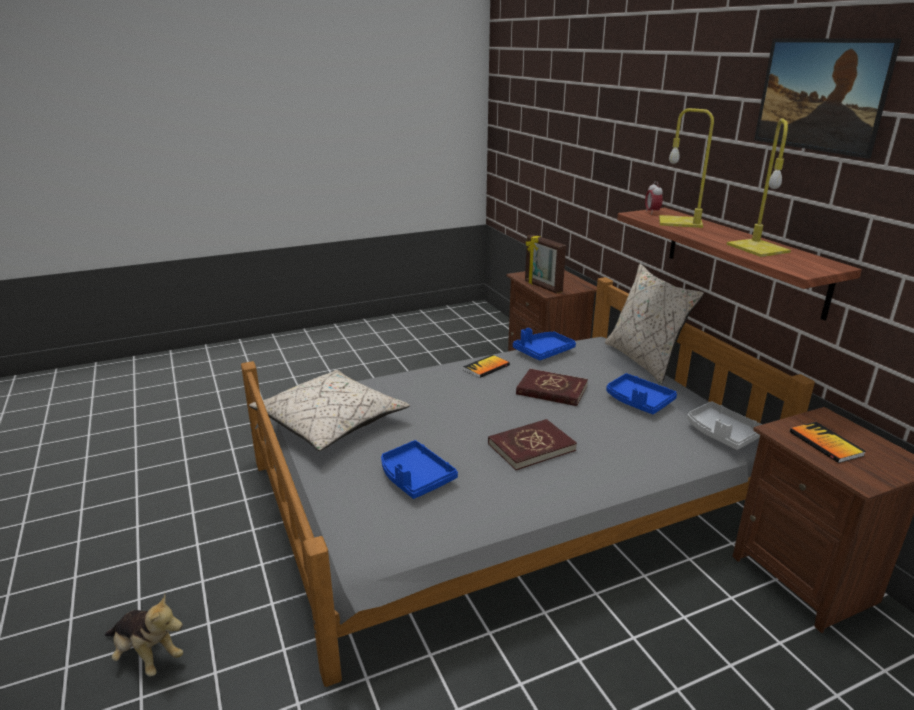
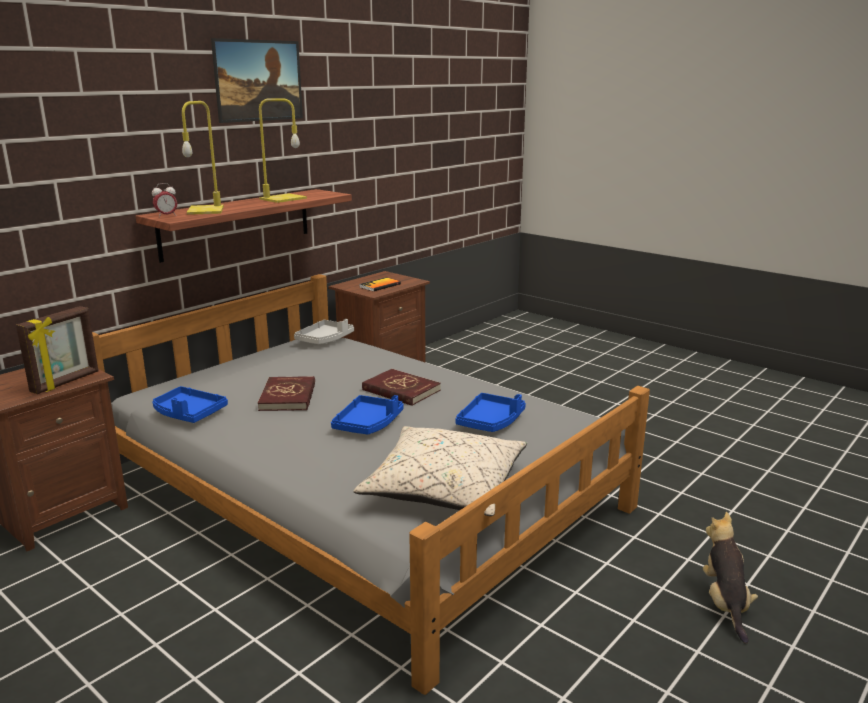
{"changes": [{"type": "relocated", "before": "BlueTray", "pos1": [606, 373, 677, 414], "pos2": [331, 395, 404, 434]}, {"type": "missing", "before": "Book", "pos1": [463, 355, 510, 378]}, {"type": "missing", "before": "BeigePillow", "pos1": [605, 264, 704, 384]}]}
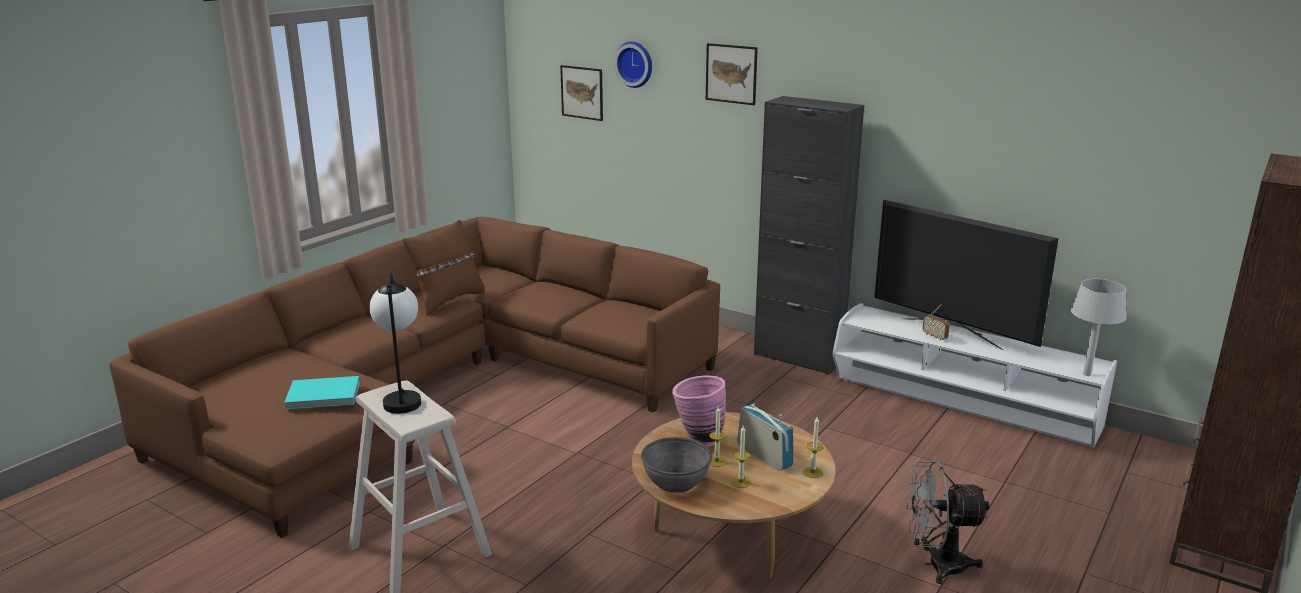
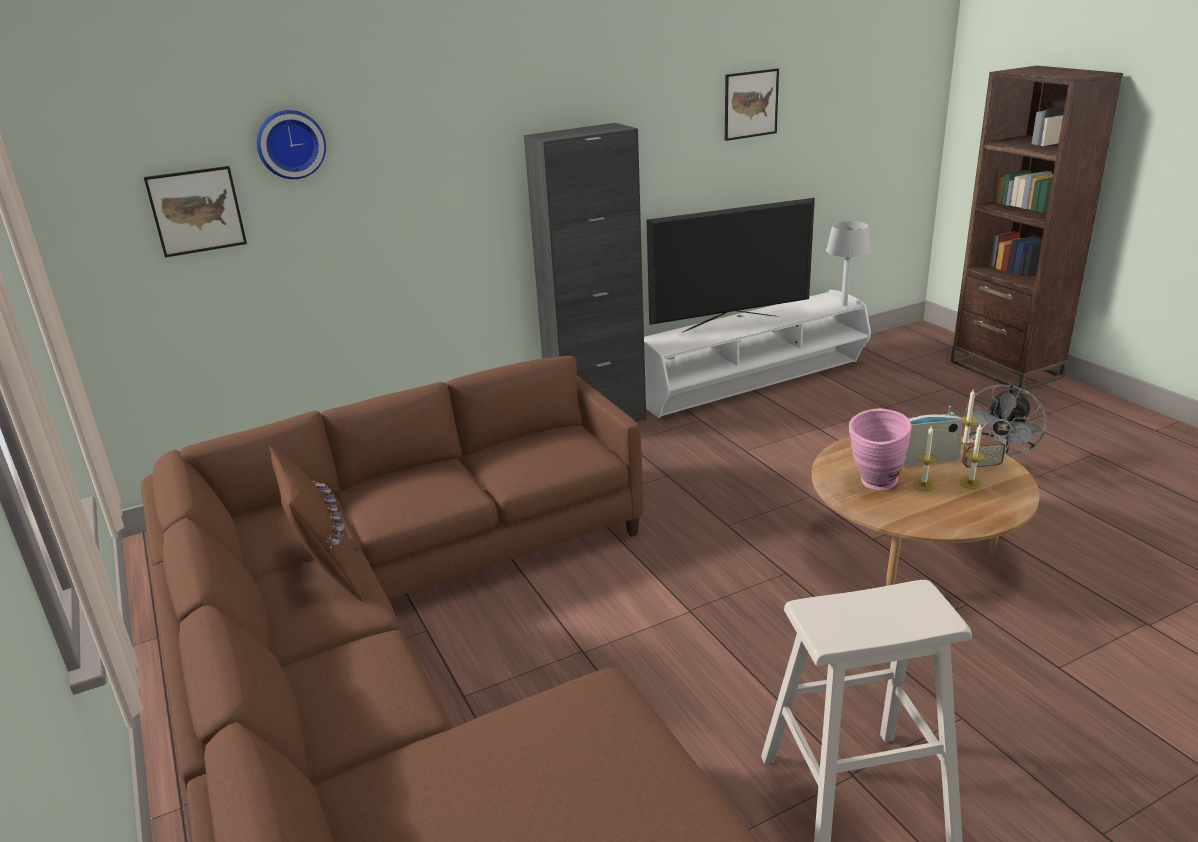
{"changes": [{"type": "relocated", "before": "Picture", "pos1": [706, 43, 758, 105], "pos2": [725, 68, 779, 141]}, {"type": "relocated", "before": "Radio", "pos1": [922, 304, 950, 341], "pos2": [962, 423, 1006, 468]}, {"type": "missing", "before": "TurquoiseBook", "pos1": [284, 376, 360, 410]}, {"type": "missing", "before": "TableLamp", "pos1": [369, 272, 421, 414]}, {"type": "missing", "before": "GreyBowl", "pos1": [641, 437, 712, 493]}]}
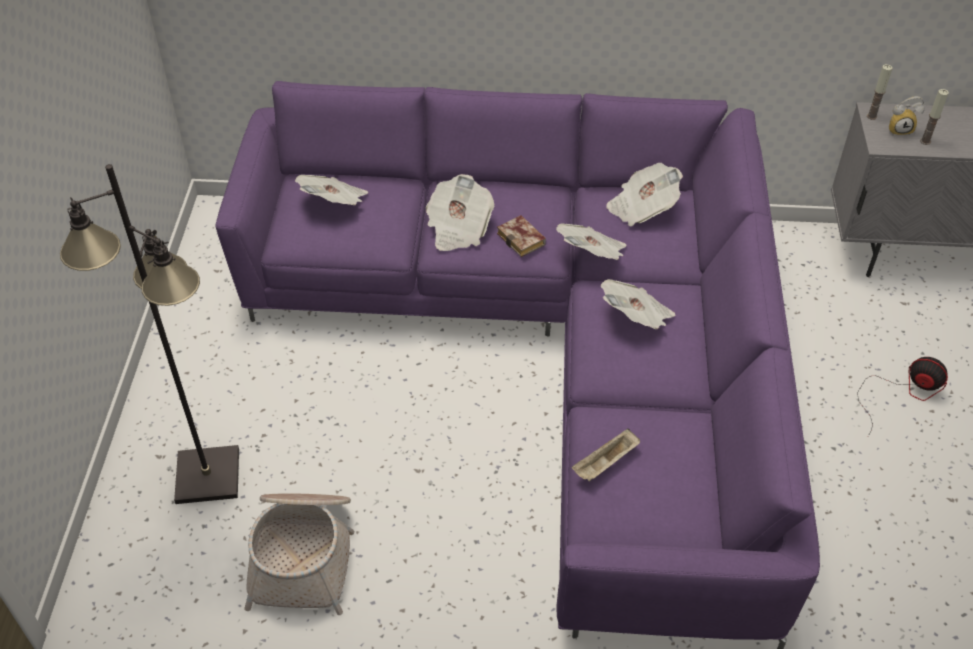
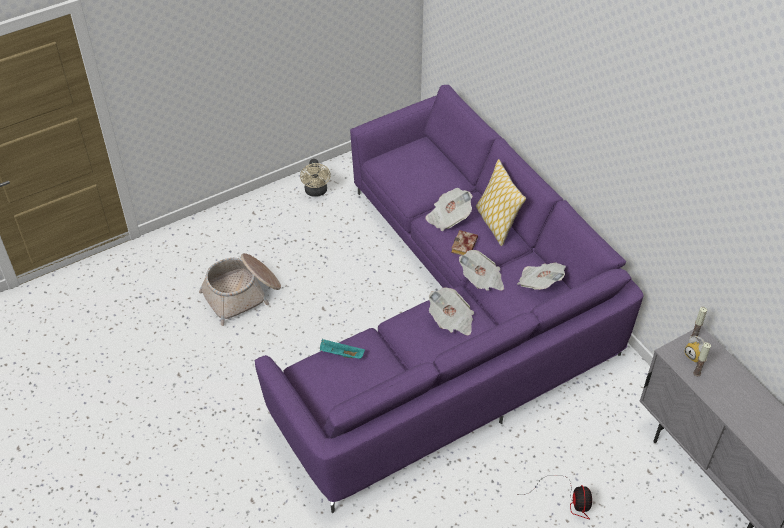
{"changes": [{"type": "appeared", "after": "BeigeFan", "pos2": [300, 159, 331, 197]}, {"type": "colour", "before": "BeigeTray", "after": "TurquoiseTray", "pos1": [572, 428, 640, 482], "pos2": [320, 339, 365, 359]}, {"type": "appeared", "after": "Pillow", "pos2": [476, 159, 526, 246]}, {"type": "missing", "before": "BlackFloorLamp", "pos1": [60, 164, 239, 504]}, {"type": "missing", "before": "Newspaper", "pos1": [295, 175, 368, 205]}]}
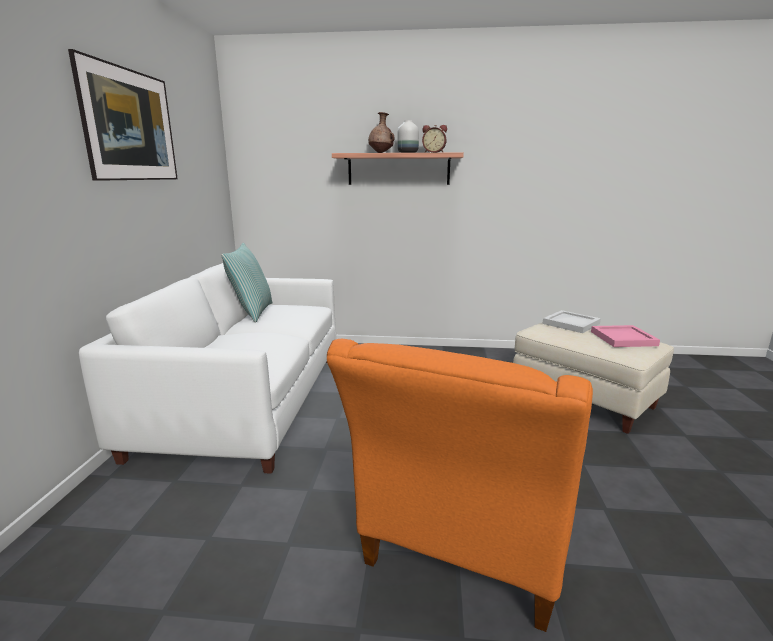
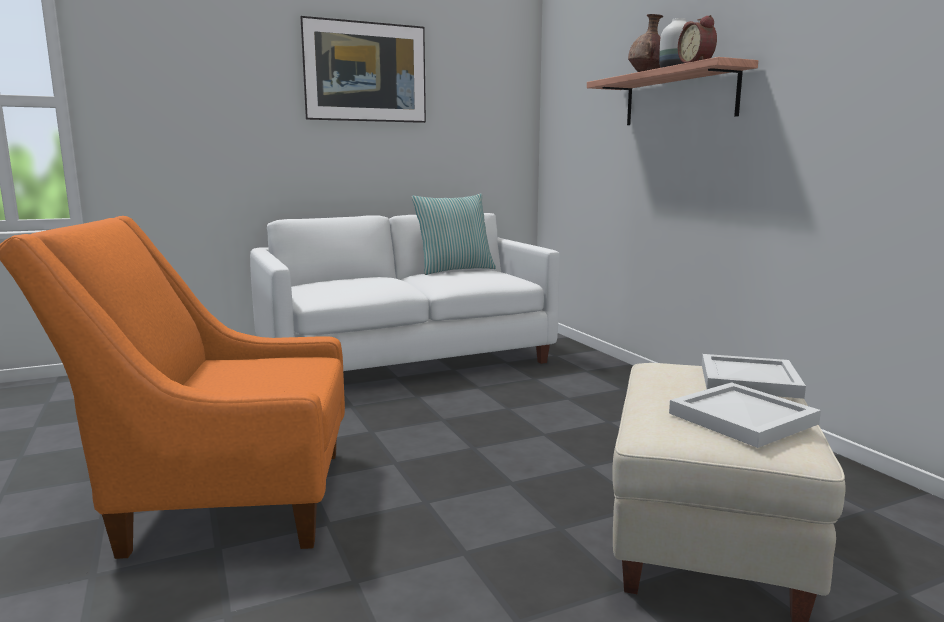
{"changes": [{"type": "colour", "before": "PinkTray", "after": "WhiteTray", "pos1": [591, 325, 660, 347], "pos2": [669, 382, 821, 448]}]}
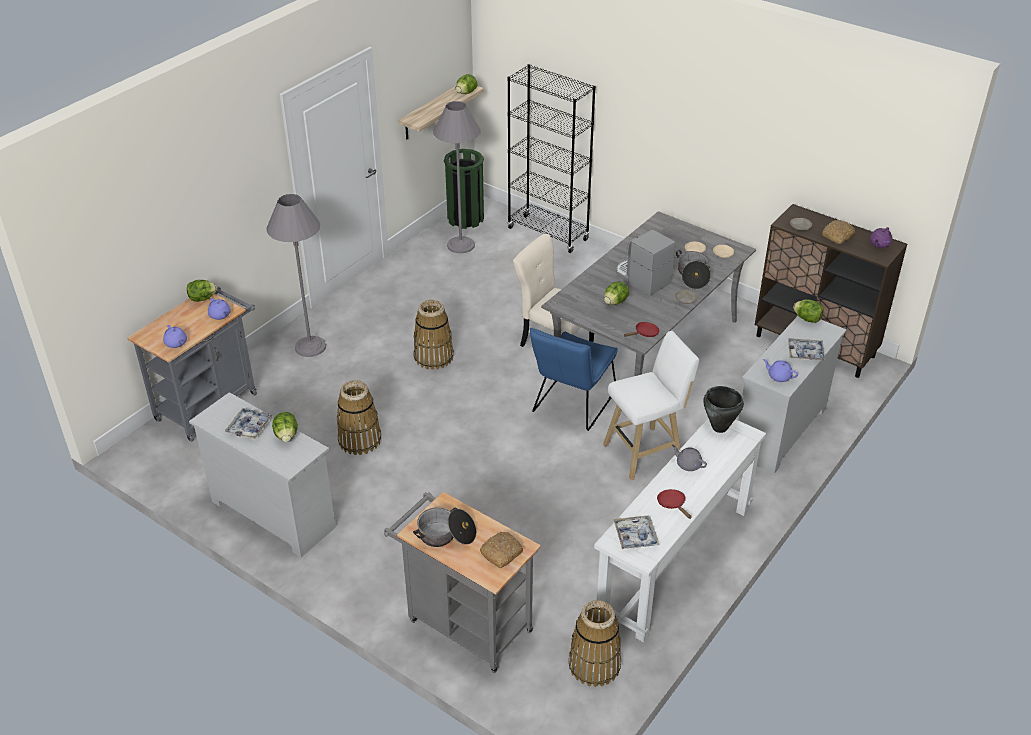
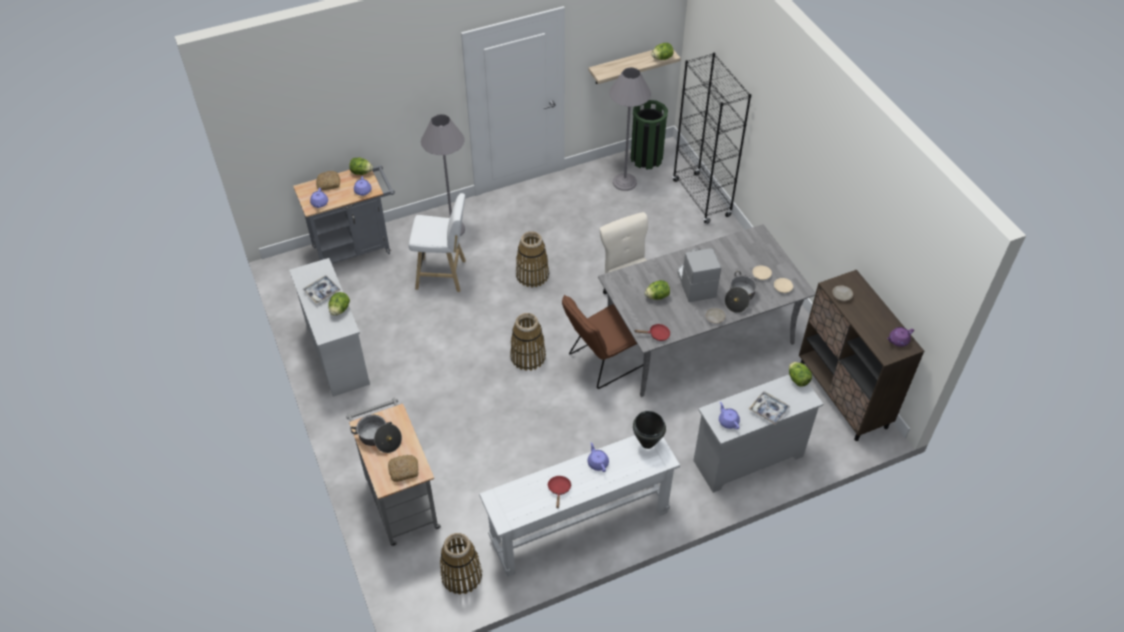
{"changes": [{"type": "relocated", "before": "Bread", "pos1": [822, 220, 855, 244], "pos2": [316, 171, 340, 190]}, {"type": "relocated", "before": "WhiteStool", "pos1": [603, 331, 699, 480], "pos2": [409, 193, 466, 292]}, {"type": "relocated", "before": "Basket", "pos1": [337, 380, 381, 455], "pos2": [510, 313, 546, 371]}, {"type": "colour", "before": "BlueChair", "after": "BrownChair", "pos1": [530, 328, 618, 431], "pos2": [562, 295, 643, 389]}, {"type": "colour", "before": "GreyTeapot", "after": "PurpleTeapot", "pos1": [672, 445, 707, 471], "pos2": [588, 442, 609, 472]}, {"type": "missing", "before": "Tray", "pos1": [613, 516, 659, 549]}]}
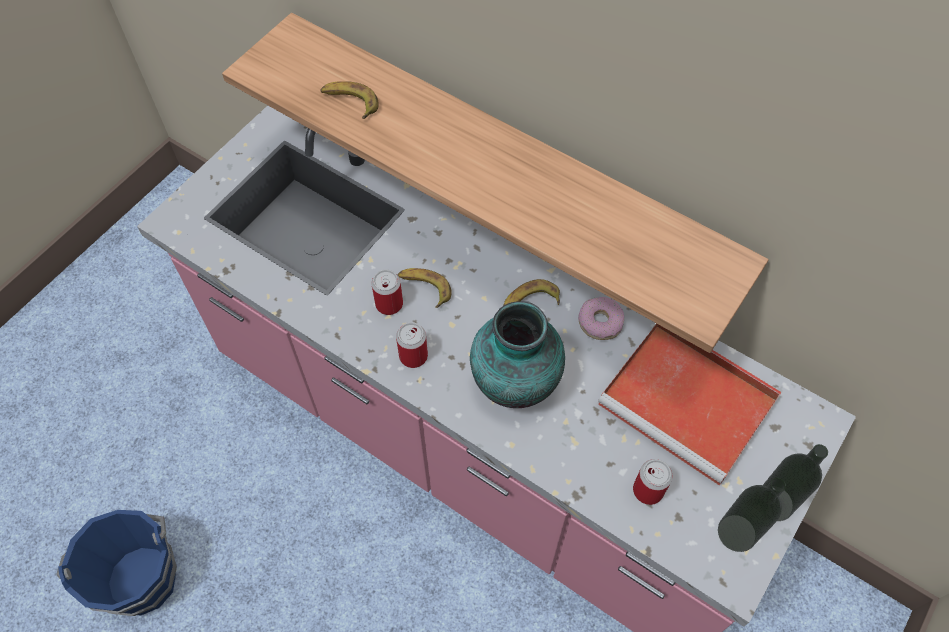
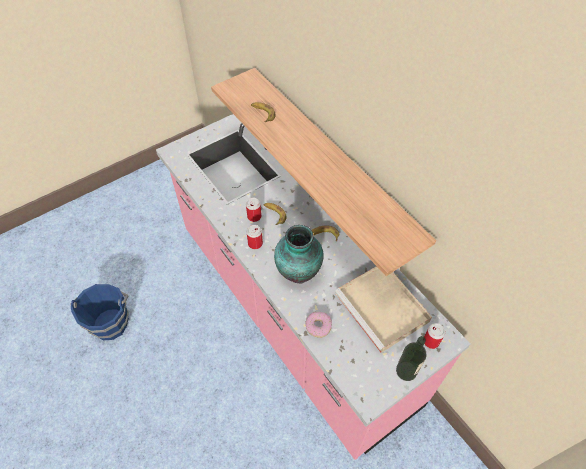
{"changes": [{"type": "relocated", "before": "Donut", "pos1": [578, 297, 624, 340], "pos2": [306, 311, 332, 338]}, {"type": "colour", "before": "RedTray", "after": "BeigeTray", "pos1": [598, 323, 782, 486], "pos2": [335, 266, 432, 353]}, {"type": "relocated", "before": "Can", "pos1": [633, 459, 672, 505], "pos2": [424, 323, 445, 349]}, {"type": "missing", "before": "Bottle", "pos1": [718, 478, 786, 552]}]}
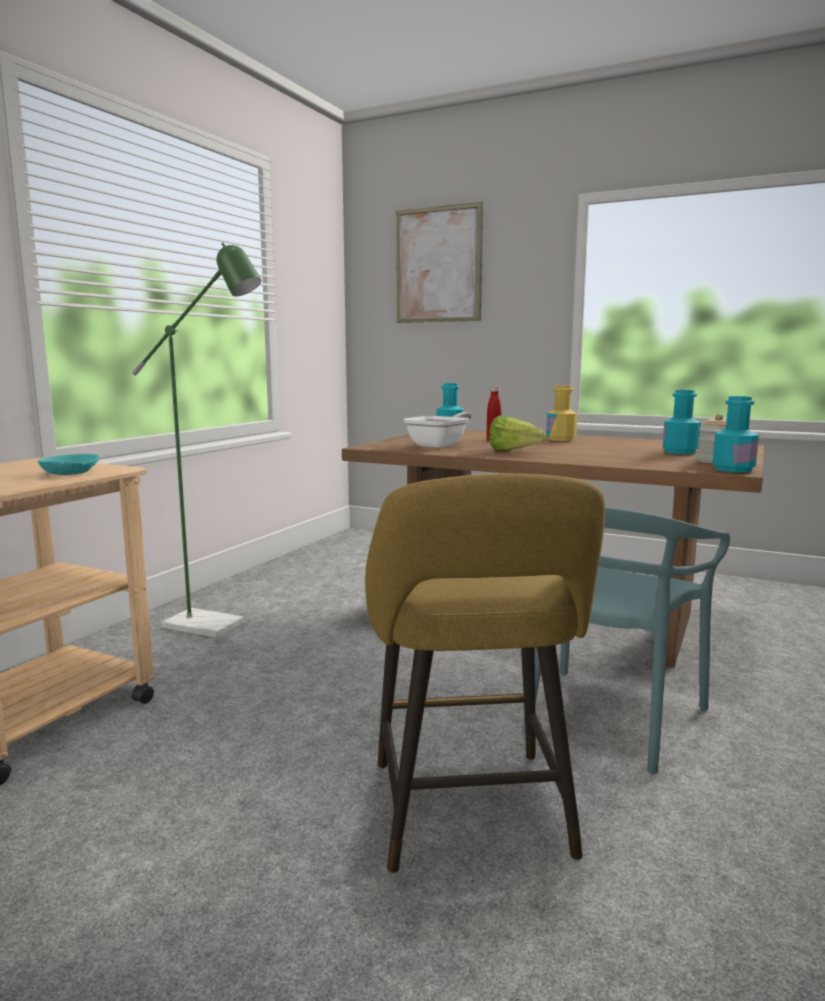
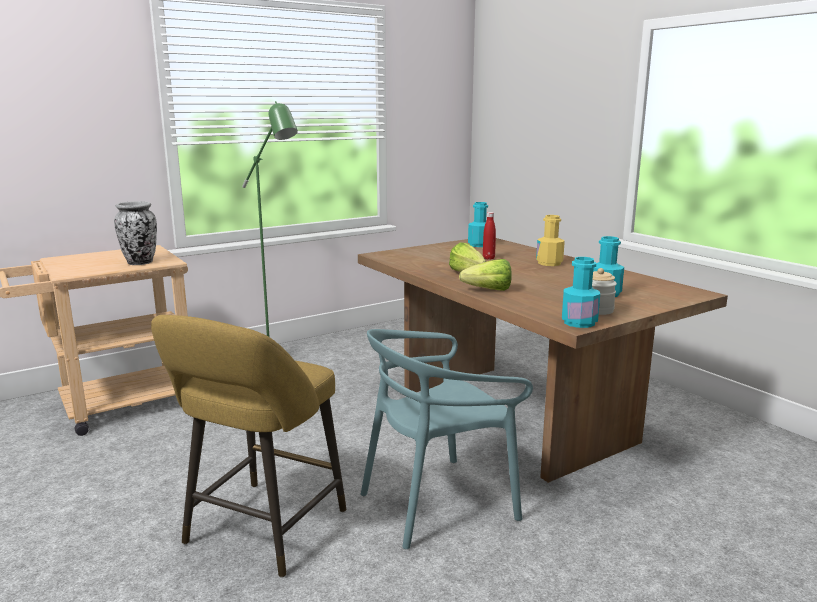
{"changes": [{"type": "exchanged", "before": "TurquoiseBowl", "after": "Vase", "pos1": [38, 454, 99, 475], "pos2": [114, 201, 157, 265]}, {"type": "appeared", "after": "Lettuce", "pos2": [459, 259, 512, 291]}, {"type": "missing", "before": "Picture", "pos1": [396, 202, 483, 323]}, {"type": "missing", "before": "FryingPan", "pos1": [404, 412, 472, 448]}]}
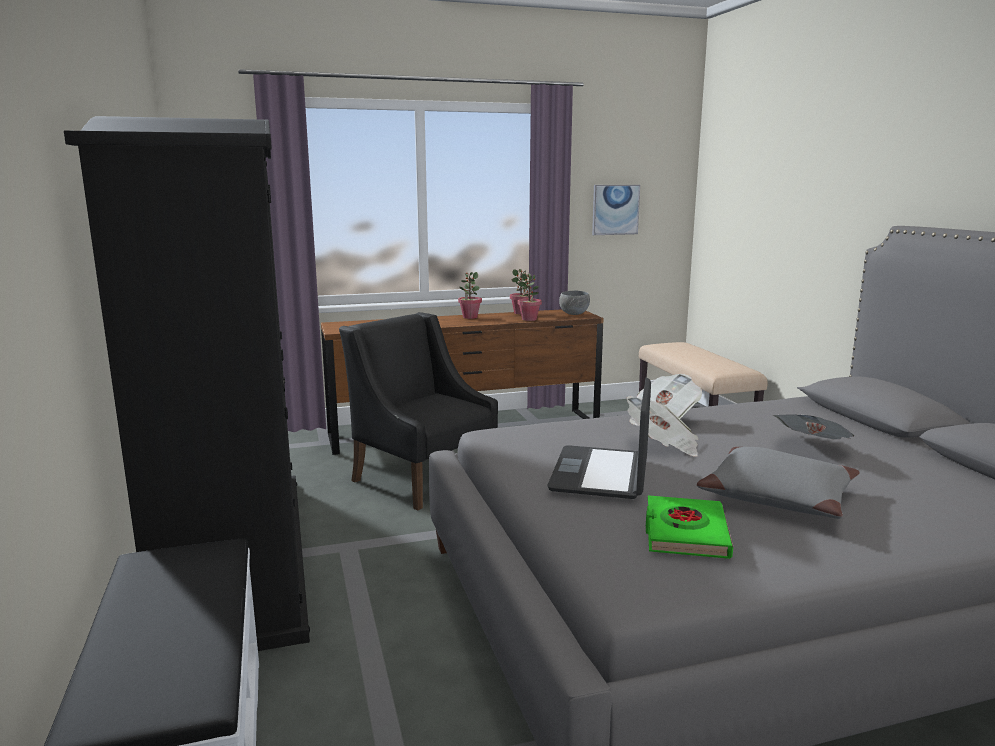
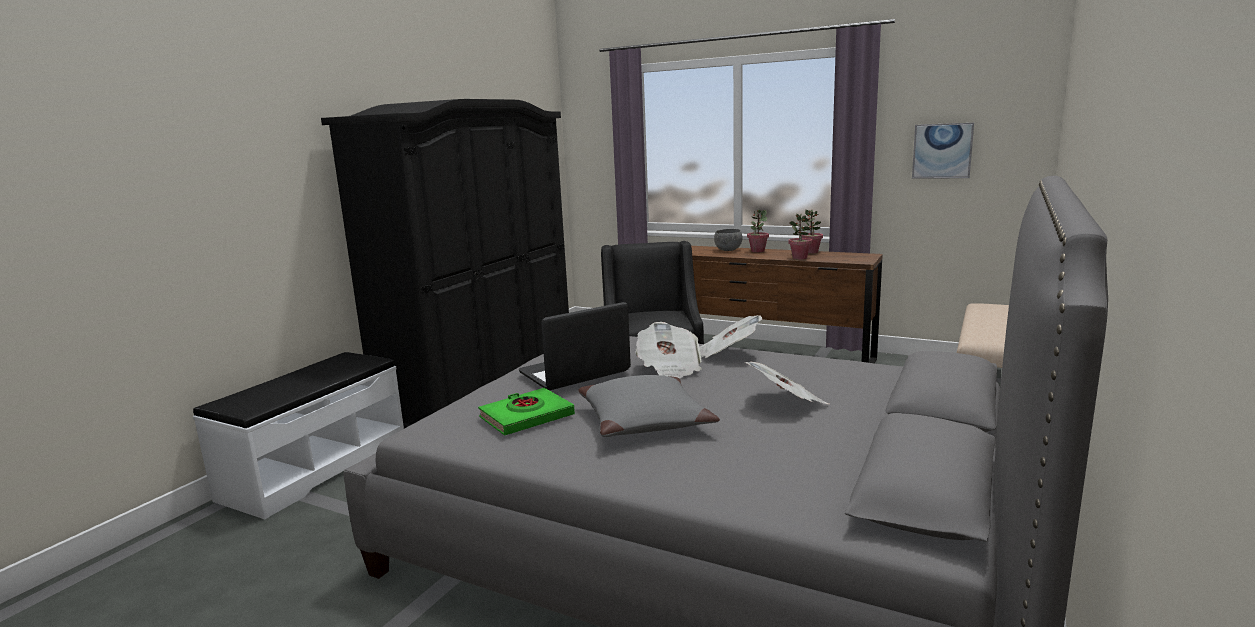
{"changes": [{"type": "relocated", "before": "GreyBowl", "pos1": [559, 291, 590, 315], "pos2": [714, 229, 742, 251]}]}
